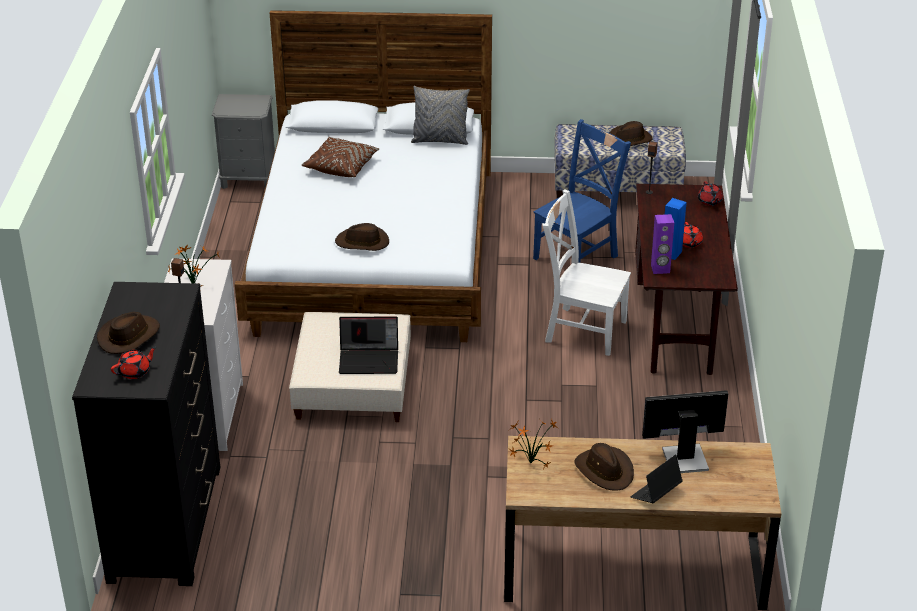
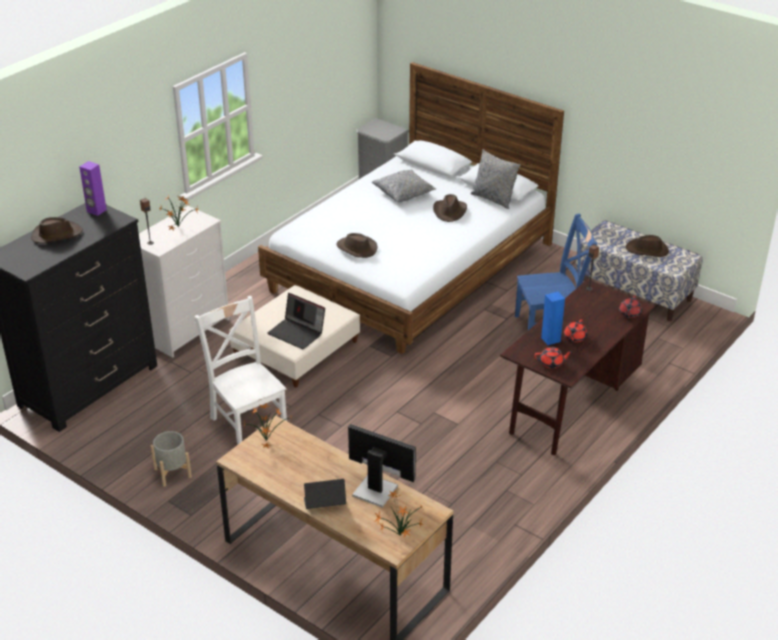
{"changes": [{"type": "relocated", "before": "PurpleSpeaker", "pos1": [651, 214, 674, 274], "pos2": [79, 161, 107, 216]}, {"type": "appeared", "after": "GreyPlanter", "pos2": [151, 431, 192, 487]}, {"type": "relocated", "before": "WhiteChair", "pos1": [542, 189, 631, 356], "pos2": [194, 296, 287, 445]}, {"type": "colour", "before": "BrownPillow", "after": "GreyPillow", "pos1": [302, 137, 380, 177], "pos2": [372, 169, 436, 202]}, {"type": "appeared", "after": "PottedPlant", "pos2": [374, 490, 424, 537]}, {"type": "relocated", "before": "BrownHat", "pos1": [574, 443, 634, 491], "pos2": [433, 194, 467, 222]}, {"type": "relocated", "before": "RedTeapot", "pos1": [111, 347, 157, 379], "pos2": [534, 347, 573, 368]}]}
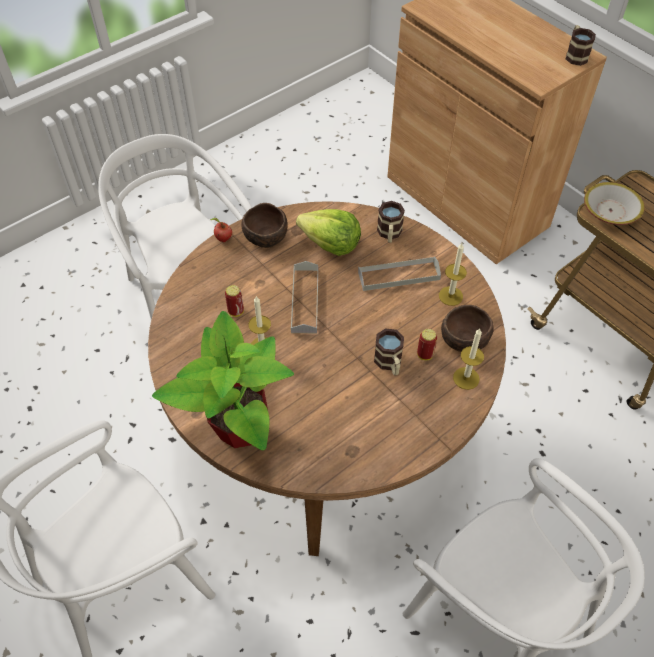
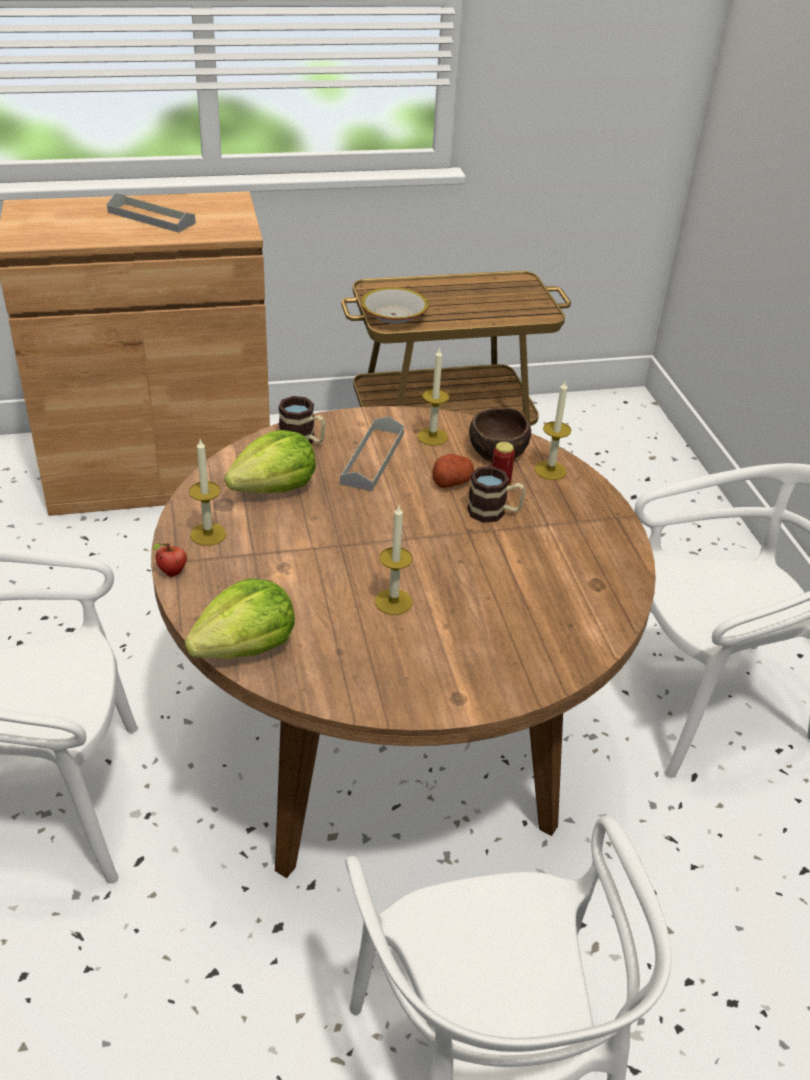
{"changes": [{"type": "relocated", "before": "GreyTray", "pos1": [291, 261, 318, 333], "pos2": [107, 193, 196, 233]}, {"type": "appeared", "after": "Lettuce", "pos2": [185, 578, 295, 659]}, {"type": "exchanged", "before": "BrownBowl", "after": "Candle", "pos1": [241, 203, 288, 248], "pos2": [189, 439, 226, 546]}, {"type": "appeared", "after": "Potato", "pos2": [432, 454, 474, 488]}, {"type": "missing", "before": "PottedPlant", "pos1": [152, 311, 294, 451]}, {"type": "missing", "before": "Can", "pos1": [225, 285, 244, 317]}, {"type": "missing", "before": "Mug", "pos1": [565, 25, 596, 66]}]}
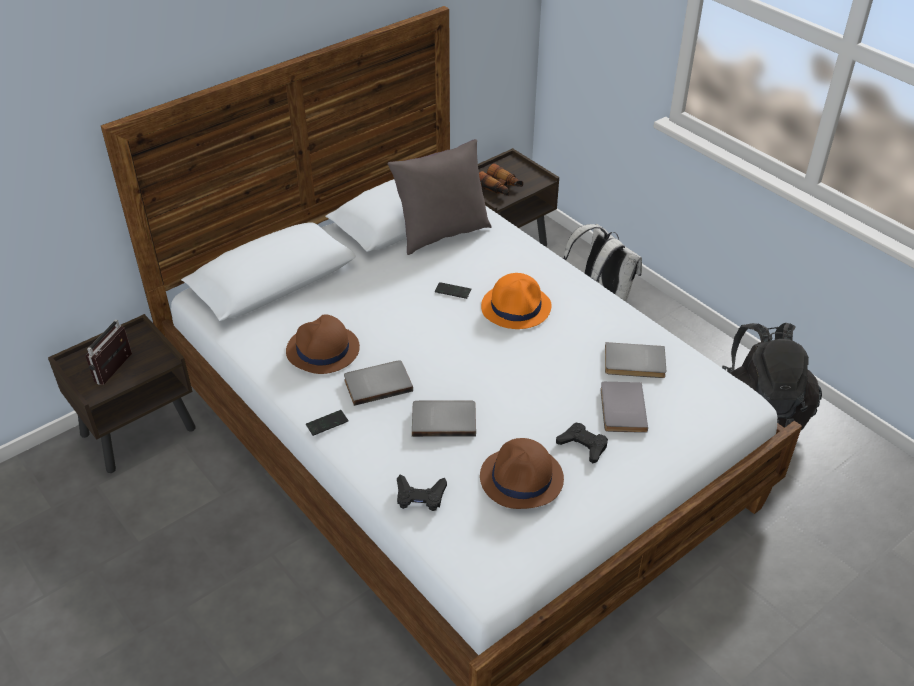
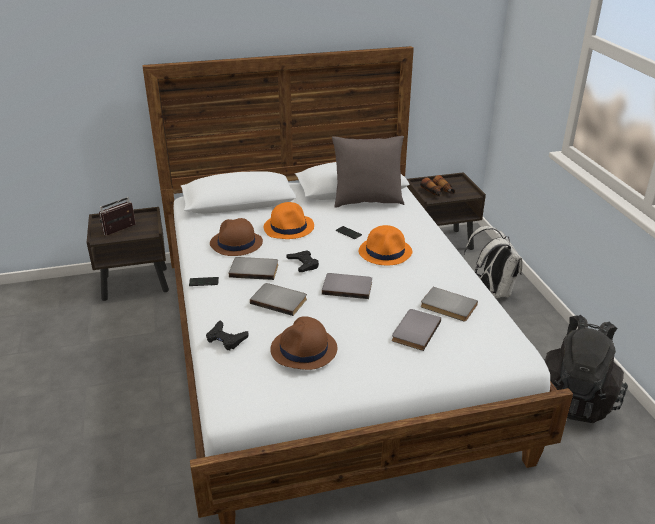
{"changes": [{"type": "appeared", "after": "OrangeHat", "pos2": [264, 202, 314, 239]}, {"type": "relocated", "before": "BlackGameController", "pos1": [556, 423, 608, 464], "pos2": [286, 250, 319, 272]}, {"type": "appeared", "after": "GreyBook", "pos2": [322, 273, 372, 299]}]}
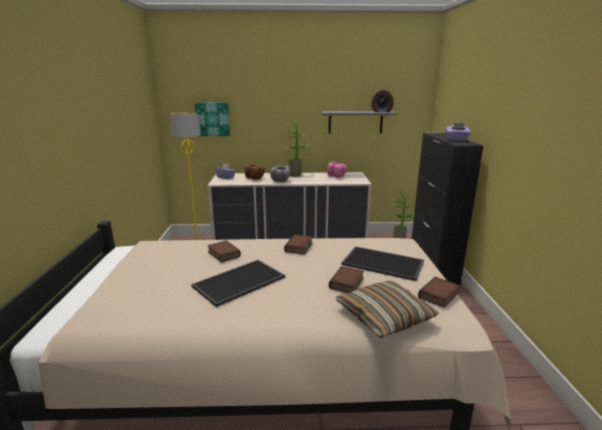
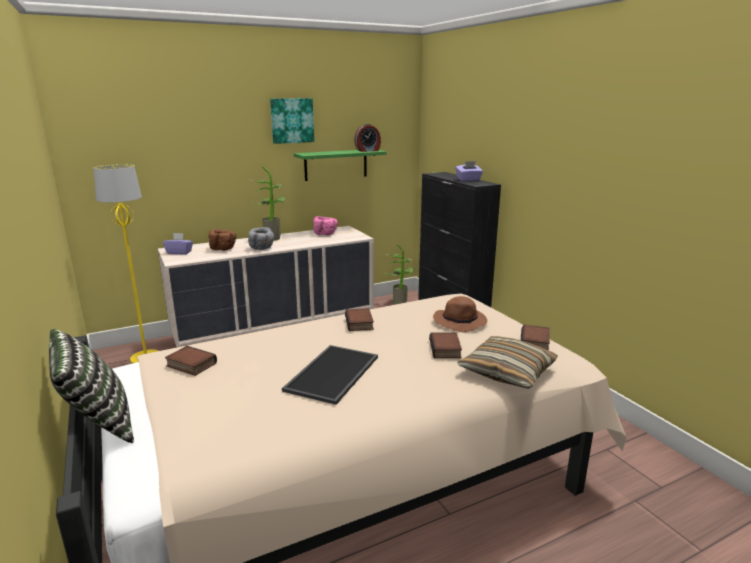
{"changes": [{"type": "appeared", "after": "Pillow", "pos2": [49, 329, 134, 443]}, {"type": "relocated", "before": "Book", "pos1": [208, 240, 241, 262], "pos2": [165, 346, 217, 376]}, {"type": "relocated", "before": "Picture", "pos1": [195, 103, 230, 136], "pos2": [270, 98, 314, 144]}, {"type": "colour", "before": "GreyShelf", "after": "GreenShelf", "pos1": [321, 111, 397, 134], "pos2": [294, 150, 387, 181]}, {"type": "exchanged", "before": "Tray", "after": "BrownHat", "pos1": [341, 246, 424, 281], "pos2": [433, 296, 487, 332]}]}
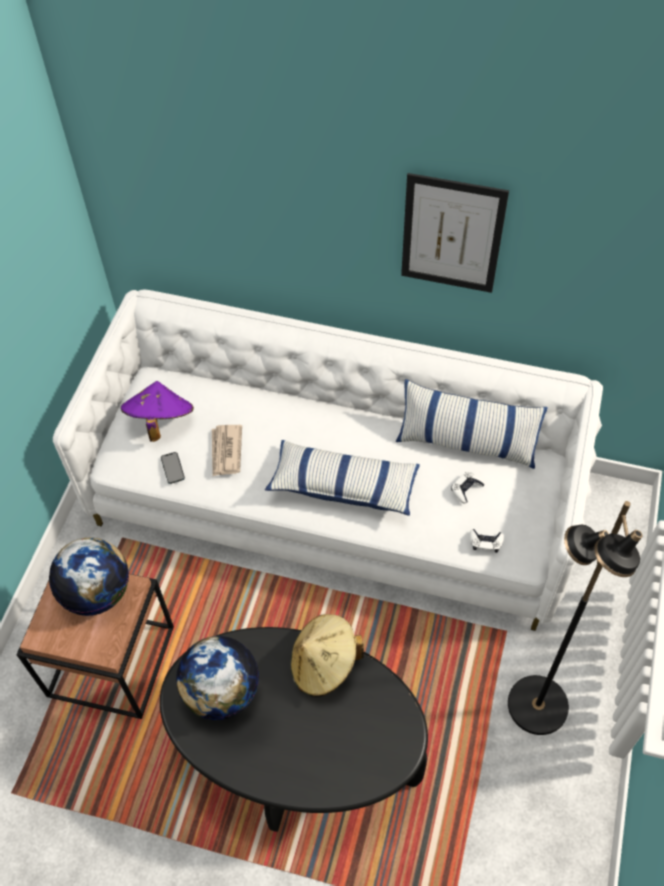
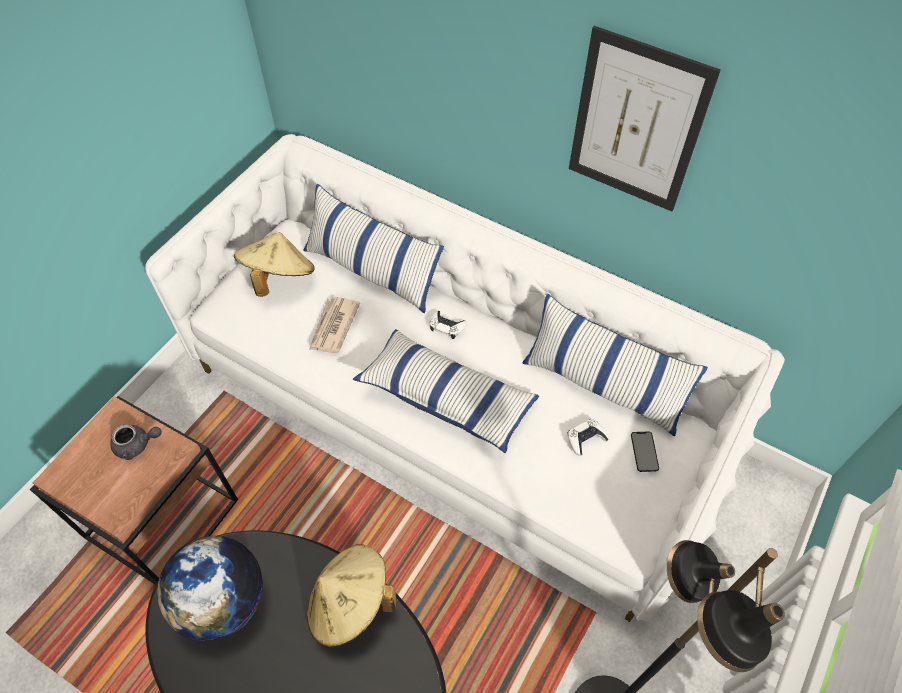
{"changes": [{"type": "exchanged", "before": "Globe", "after": "GreyTeapot", "pos1": [49, 538, 129, 616], "pos2": [110, 424, 162, 460]}, {"type": "colour", "before": "PurpleHat", "after": "BeigeHat", "pos1": [121, 381, 194, 442], "pos2": [234, 232, 315, 297]}, {"type": "appeared", "after": "Pillow", "pos2": [303, 184, 444, 313]}, {"type": "relocated", "before": "WhiteGameController", "pos1": [469, 529, 504, 553], "pos2": [430, 311, 467, 339]}, {"type": "relocated", "before": "Phone", "pos1": [161, 452, 185, 484], "pos2": [631, 431, 659, 472]}]}
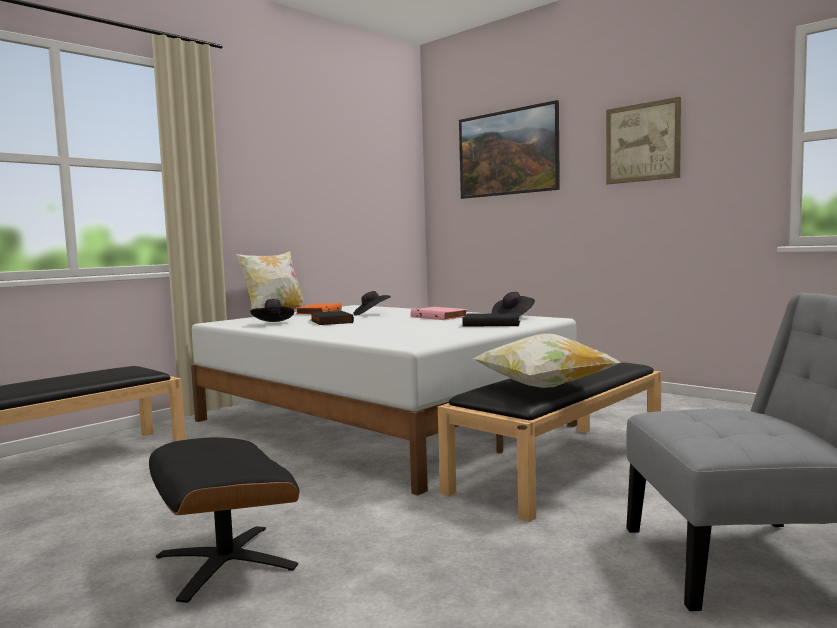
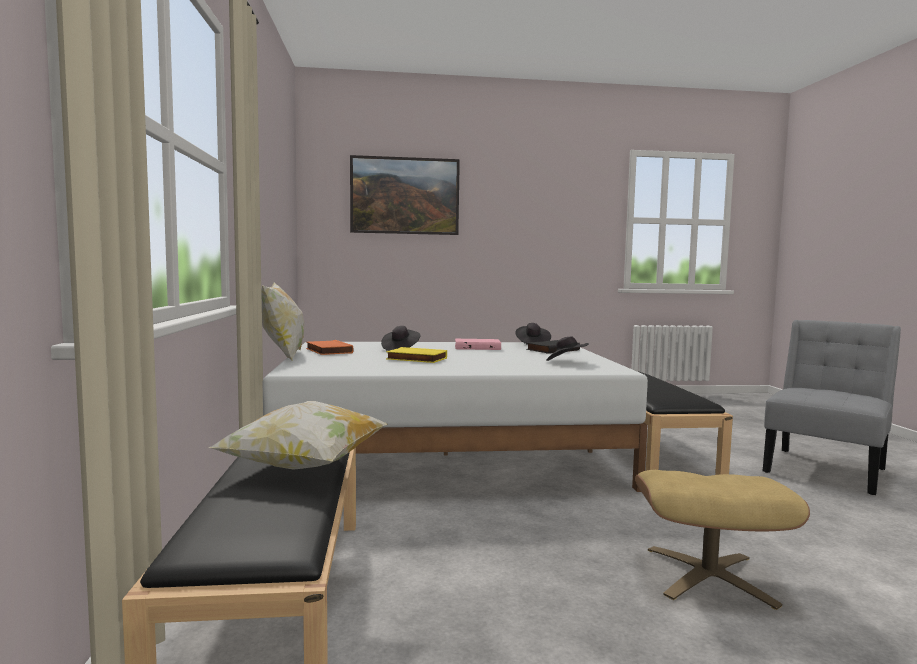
{"changes": [{"type": "relocated", "before": "Pillow", "pos1": [473, 334, 621, 388], "pos2": [209, 401, 388, 470]}, {"type": "colour", "before": "BlackBook", "after": "YellowBook", "pos1": [310, 311, 354, 325], "pos2": [386, 347, 447, 363]}, {"type": "relocated", "before": "BlackHat", "pos1": [250, 299, 294, 322], "pos2": [546, 336, 589, 361]}, {"type": "colour", "before": "BlackOttoman", "after": "BeigeOttoman", "pos1": [149, 437, 299, 603], "pos2": [635, 470, 810, 610]}, {"type": "missing", "before": "Picture", "pos1": [606, 97, 681, 184]}]}
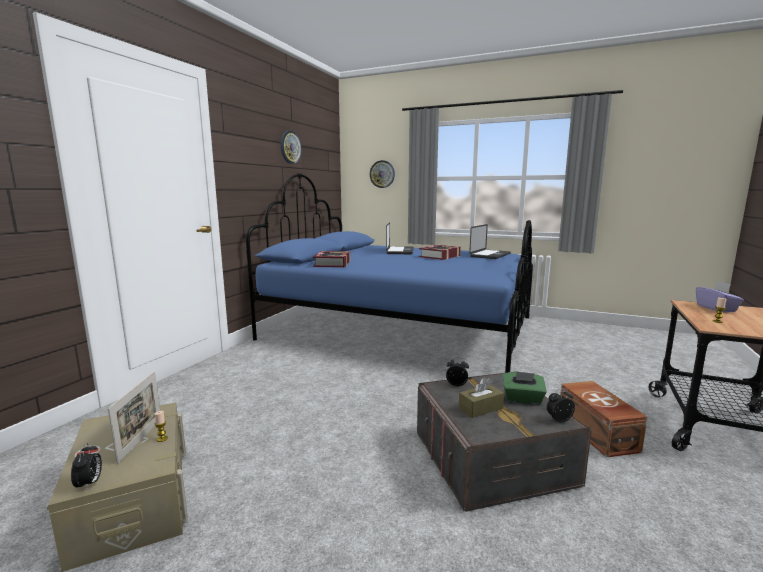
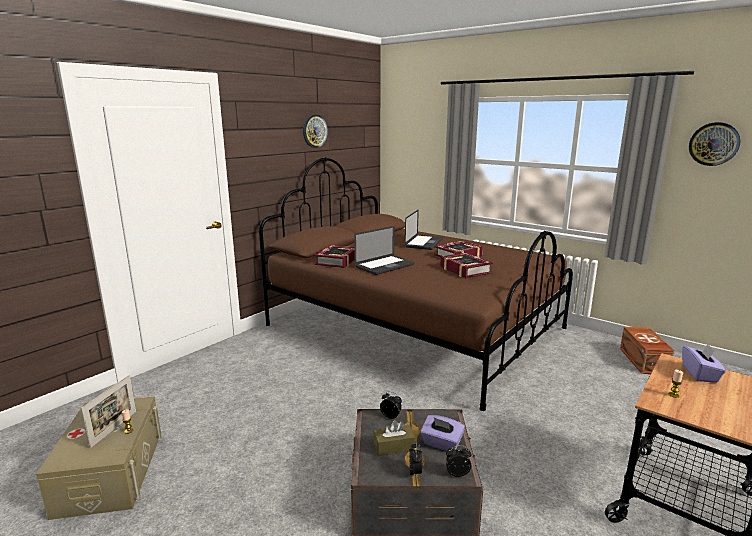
{"changes": [{"type": "colour", "before": "BlueBed", "after": "BrownBed", "pos1": [246, 173, 533, 373], "pos2": [259, 157, 573, 411]}, {"type": "relocated", "before": "Laptop", "pos1": [469, 224, 511, 259], "pos2": [354, 226, 415, 275]}, {"type": "relocated", "before": "AlarmClock", "pos1": [71, 443, 102, 490], "pos2": [409, 442, 422, 475]}, {"type": "colour", "before": "GreenTissueBox", "after": "PurpleTissueBox", "pos1": [502, 371, 547, 405], "pos2": [420, 415, 465, 451]}, {"type": "appeared", "after": "Book", "pos2": [440, 253, 493, 278]}, {"type": "relocated", "before": "BrownStorageBox", "pos1": [560, 381, 647, 458], "pos2": [620, 327, 675, 374]}, {"type": "relocated", "before": "WallClock", "pos1": [370, 160, 395, 188], "pos2": [689, 122, 741, 166]}]}
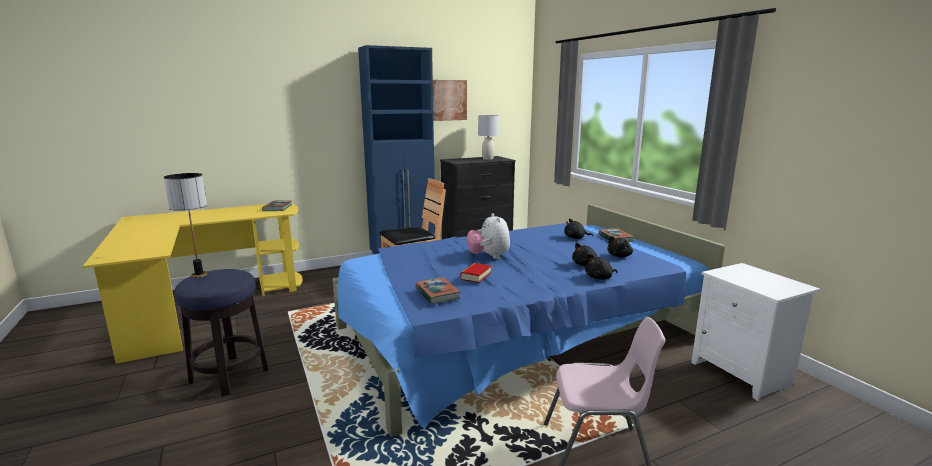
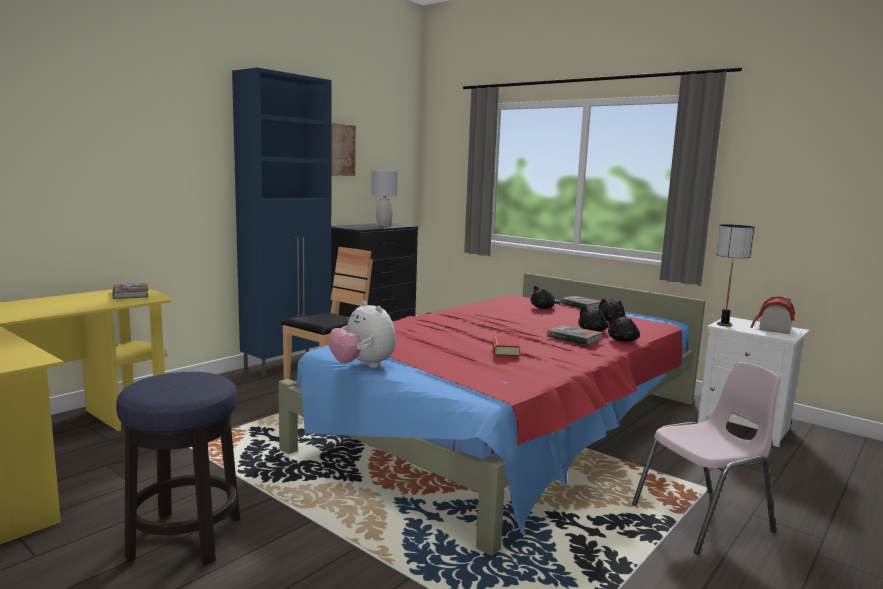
{"changes": [{"type": "colour", "before": "BlueBed", "after": "RedBed", "pos1": [333, 204, 725, 437], "pos2": [278, 273, 705, 556]}, {"type": "relocated", "before": "PlushToy", "pos1": [467, 213, 510, 259], "pos2": [328, 301, 396, 368]}, {"type": "relocated", "before": "Book", "pos1": [415, 277, 461, 304], "pos2": [547, 325, 603, 345]}, {"type": "relocated", "before": "TableLamp", "pos1": [164, 173, 208, 278], "pos2": [716, 224, 755, 327]}, {"type": "appeared", "after": "ToyHouse", "pos2": [750, 296, 795, 334]}]}
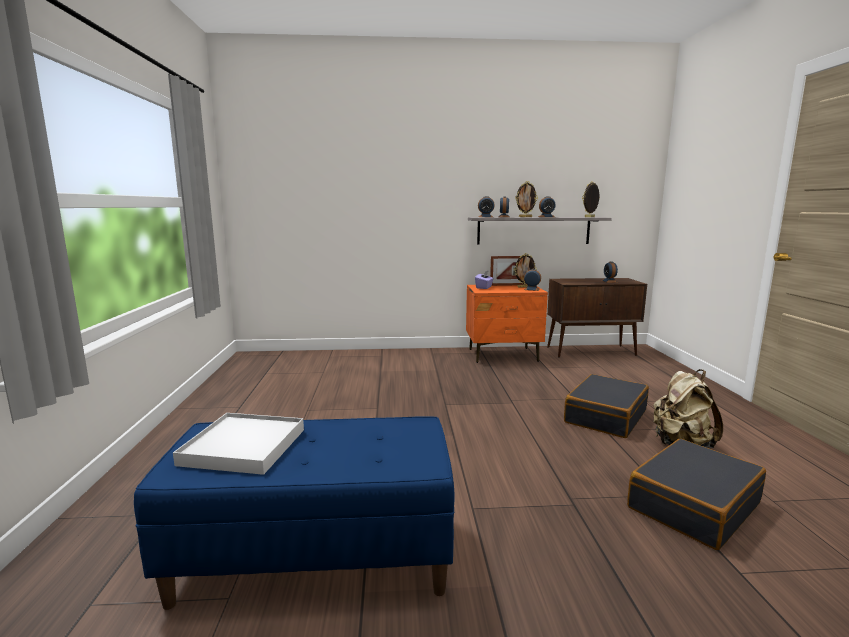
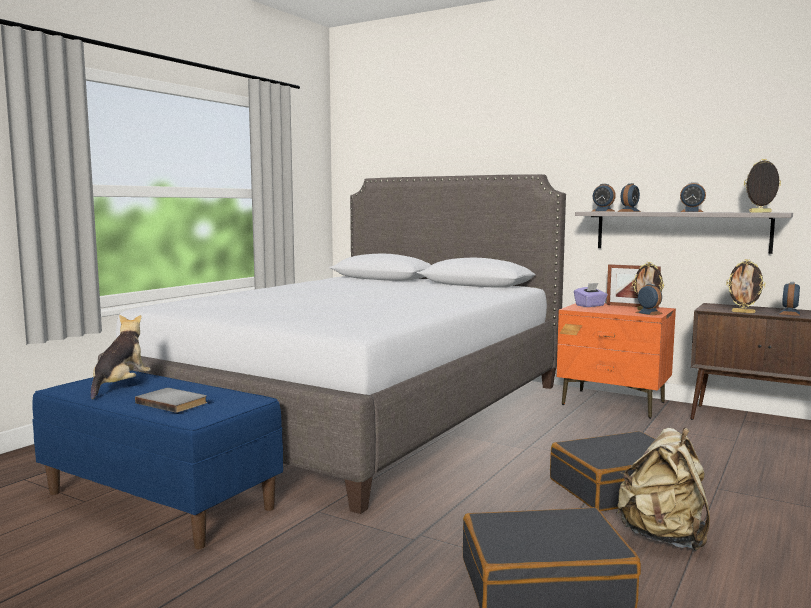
{"changes": [{"type": "exchanged", "before": "WhiteTray", "after": "PlushToy", "pos1": [173, 413, 304, 475], "pos2": [91, 315, 151, 400]}, {"type": "appeared", "after": "GreyBed", "pos2": [98, 174, 566, 514]}, {"type": "appeared", "after": "GreyBook", "pos2": [135, 388, 207, 413]}, {"type": "relocated", "before": "PictureFrame", "pos1": [515, 181, 538, 217], "pos2": [726, 259, 765, 314]}]}
